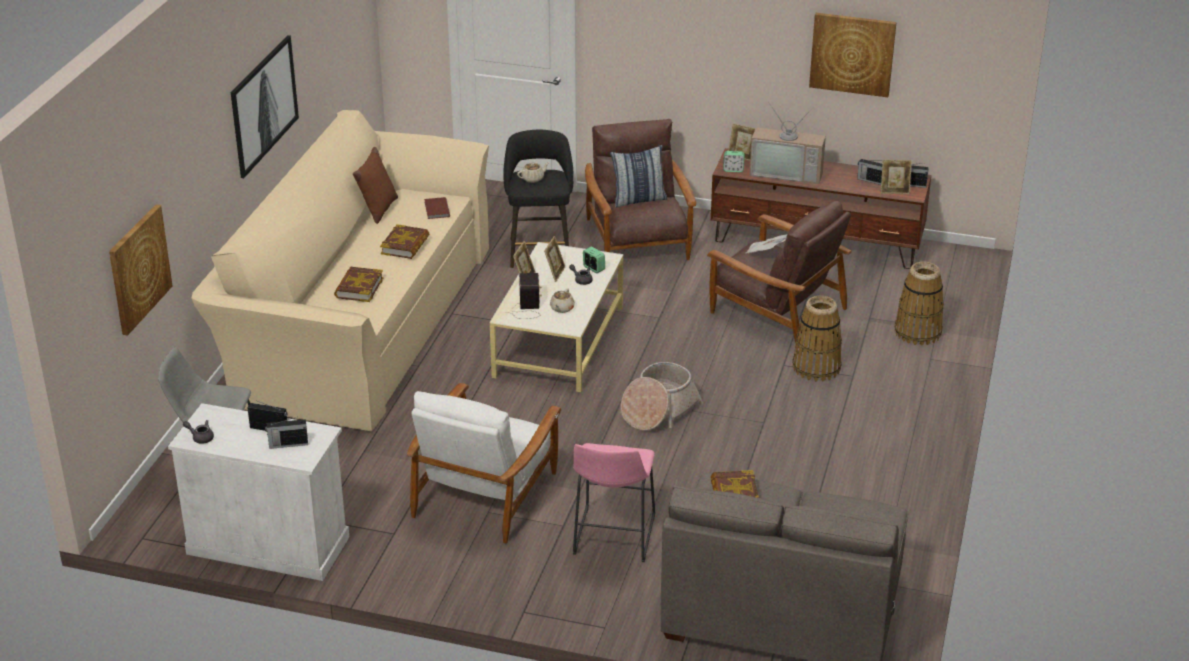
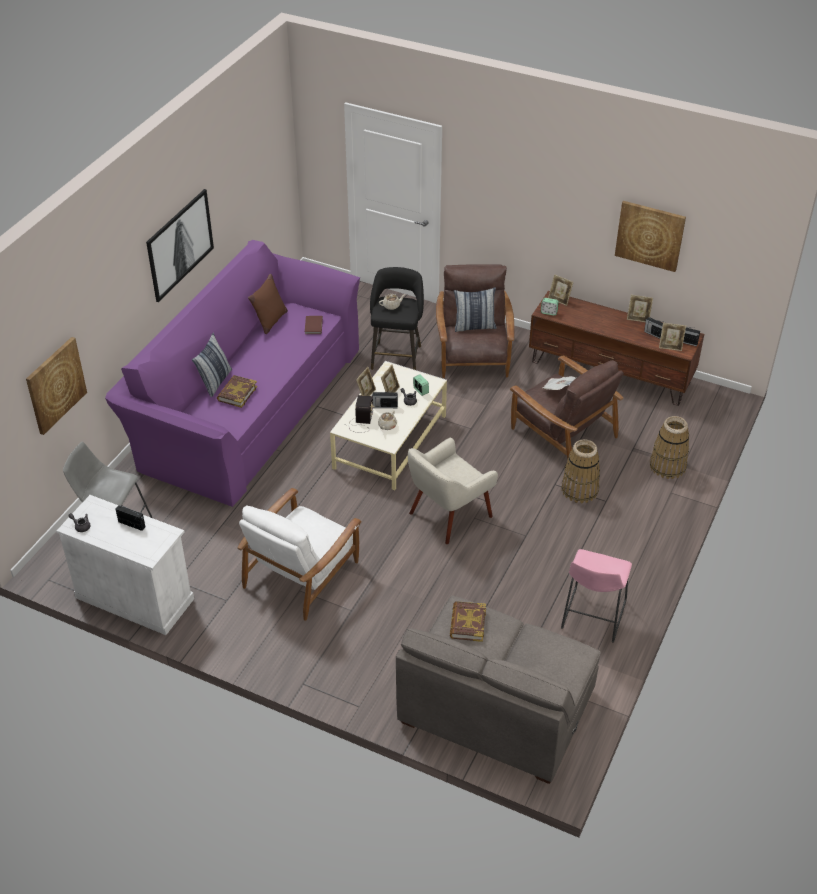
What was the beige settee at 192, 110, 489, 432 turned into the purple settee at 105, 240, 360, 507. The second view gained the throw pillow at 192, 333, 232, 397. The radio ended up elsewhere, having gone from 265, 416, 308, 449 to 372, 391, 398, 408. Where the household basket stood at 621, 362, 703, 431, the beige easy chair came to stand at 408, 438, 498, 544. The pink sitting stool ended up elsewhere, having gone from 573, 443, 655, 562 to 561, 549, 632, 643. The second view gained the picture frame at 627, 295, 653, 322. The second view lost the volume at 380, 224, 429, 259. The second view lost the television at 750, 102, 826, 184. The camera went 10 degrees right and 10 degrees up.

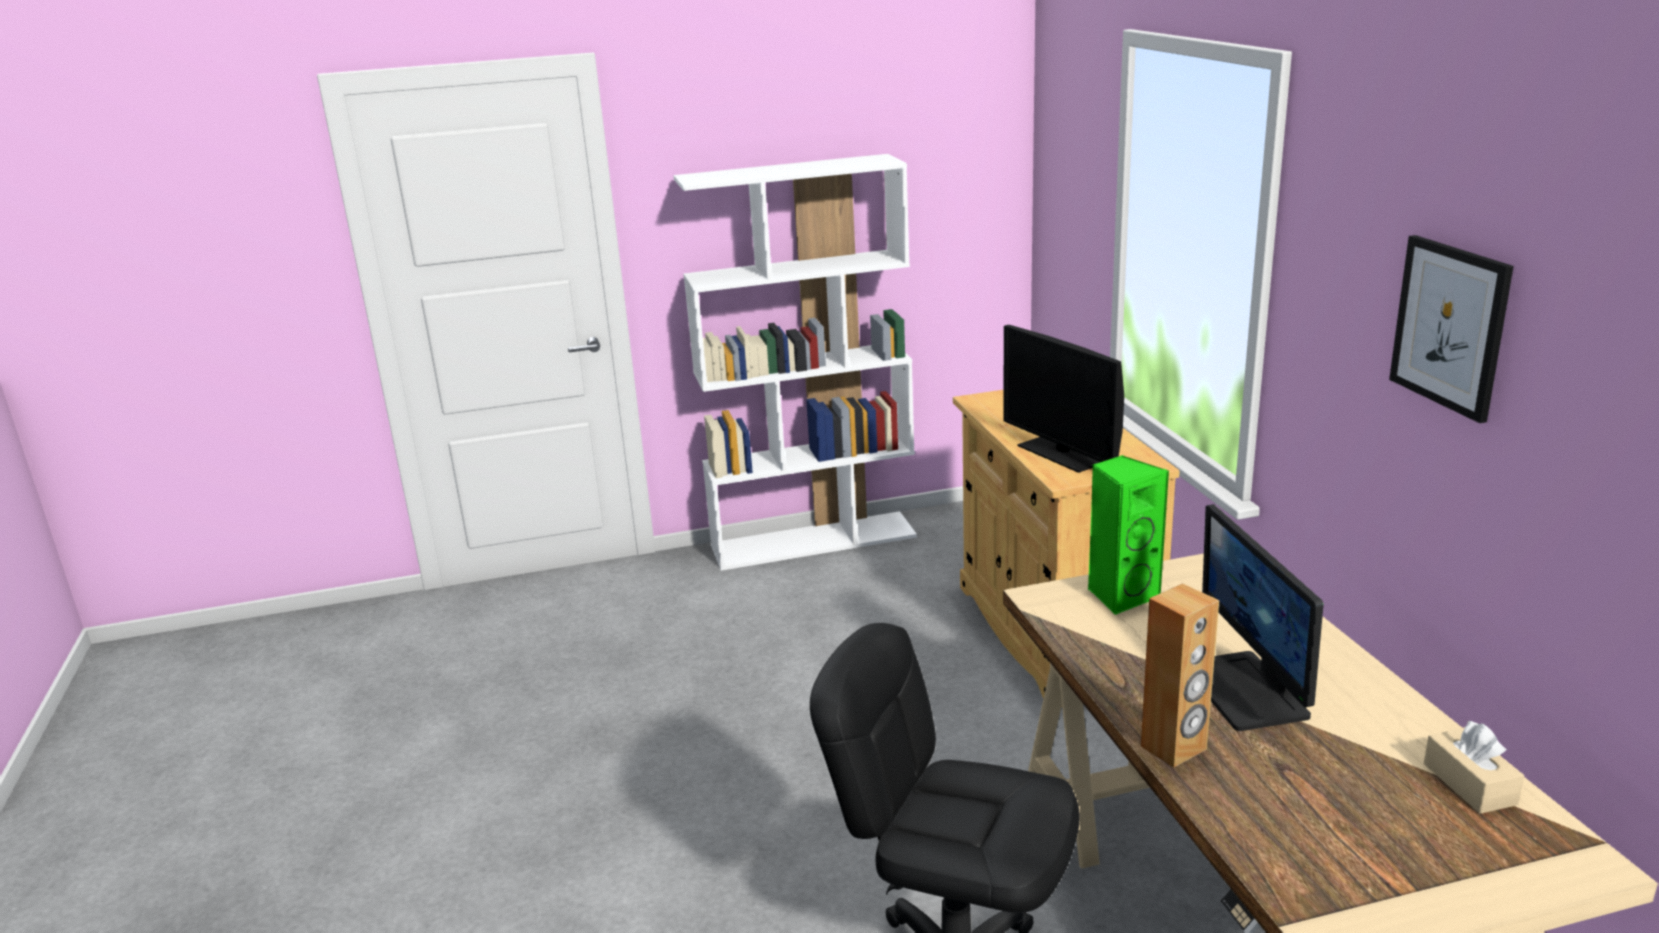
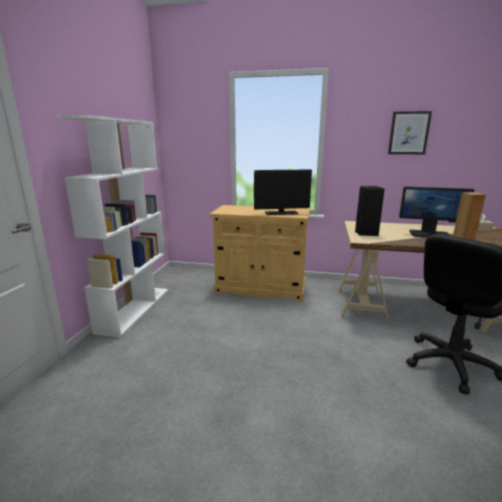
What was the greenish audio speaker at 1088, 455, 1169, 615 turned into the black audio speaker at 355, 186, 385, 236. The camera went 65 degrees left and 5 degrees down.

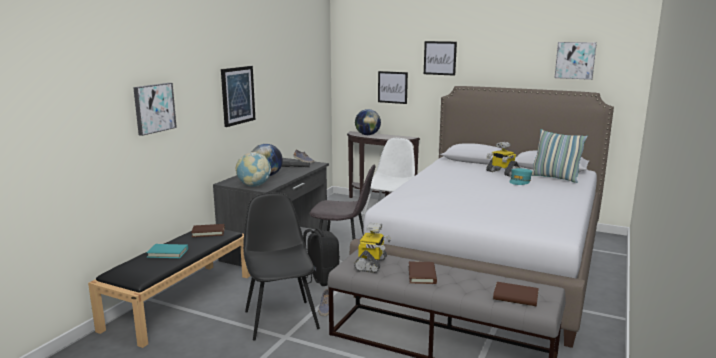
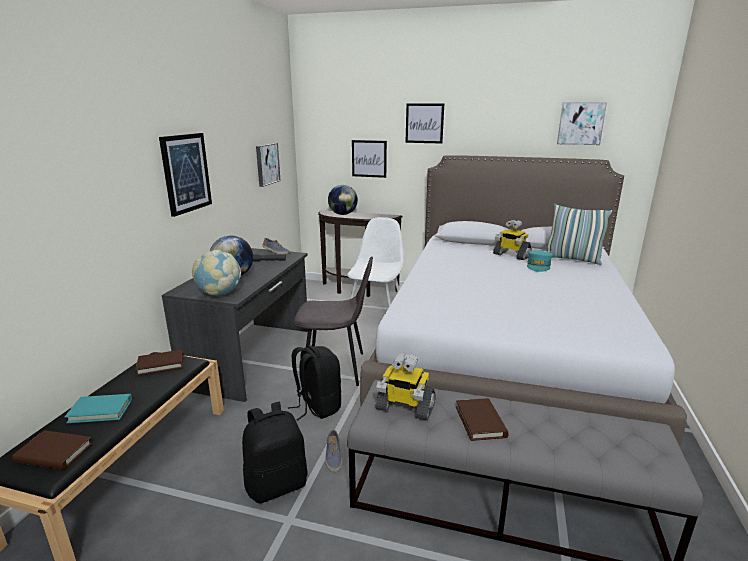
The brown-coloured volume ended up elsewhere, having gone from 493, 282, 539, 306 to 12, 430, 93, 470. Where the black upright chair stood at 243, 192, 320, 340, the black backpack came to stand at 242, 402, 308, 503. The wall art ended up elsewhere, having gone from 133, 83, 177, 136 to 256, 143, 281, 187. The robot figure at 354, 223, 391, 273 ended up facing another way, 105 degrees clockwise from before. The camera went 10 degrees left and 5 degrees up.

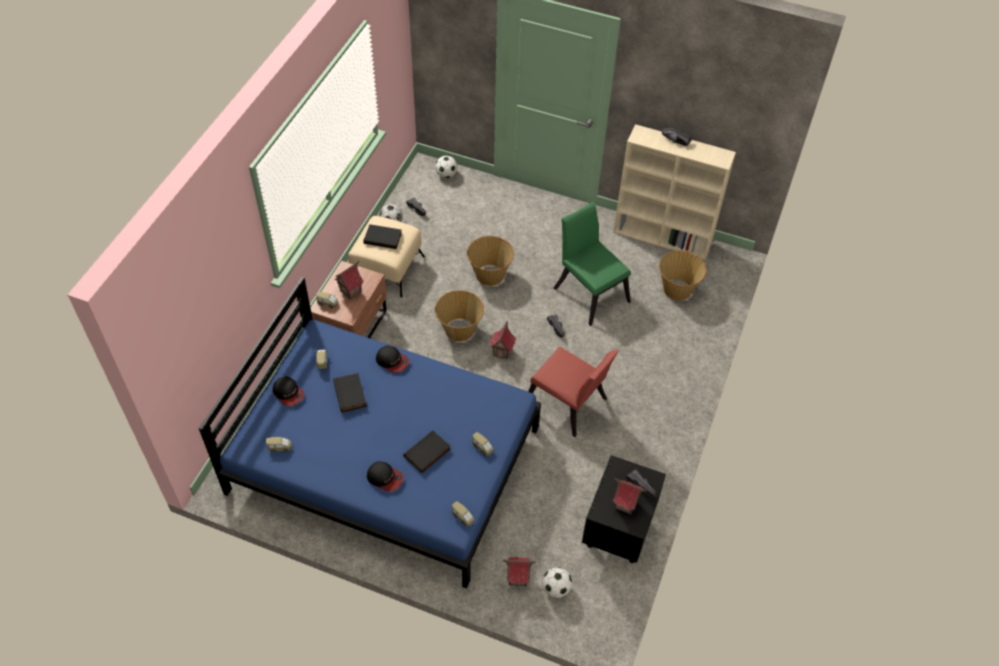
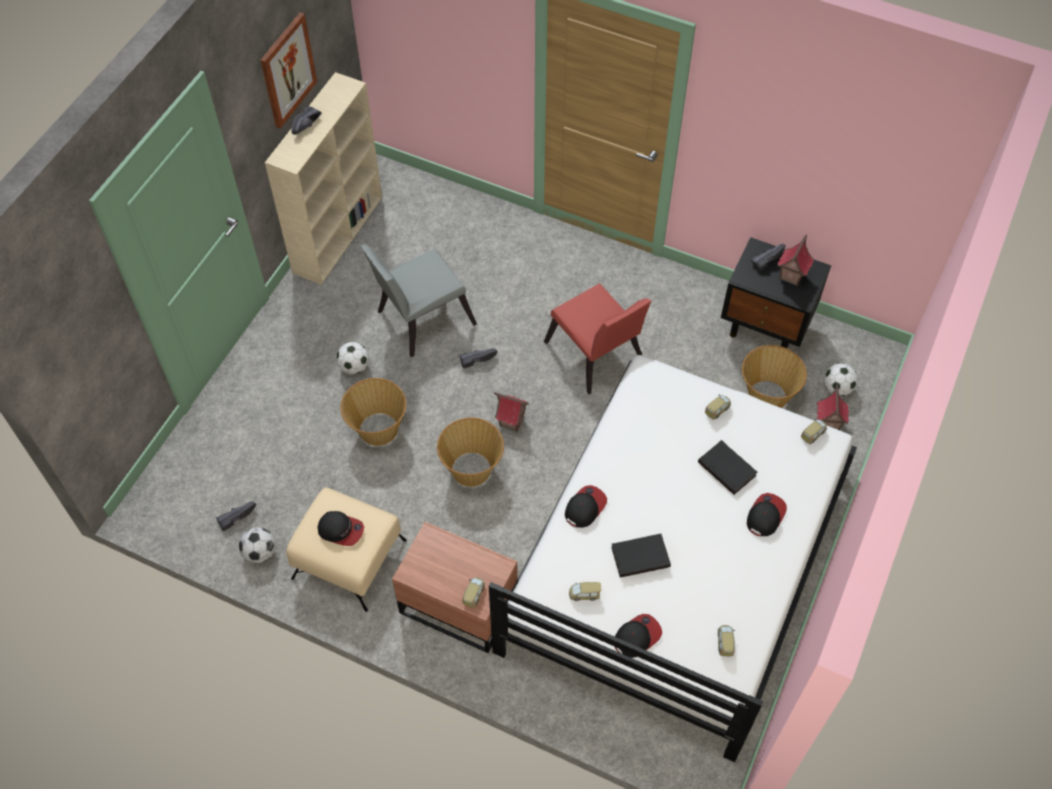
The second view gained the wall art at 260, 12, 317, 129. Where the black volume stood at 363, 224, 402, 249, the peaked cap came to stand at 318, 511, 364, 546. The football ball ended up elsewhere, having gone from 435, 156, 458, 178 to 336, 342, 369, 374. What was the greenish upright chair at 554, 202, 631, 326 turned into the grey upright chair at 360, 244, 477, 357. What was the blue-coloured sleeping bed at 199, 276, 541, 588 turned into the whitish sleeping bed at 489, 355, 857, 762. The reddish upright chair at 528, 347, 619, 437 ended up facing another way, 105 degrees clockwise from before. The household basket ended up elsewhere, having gone from 659, 250, 707, 301 to 742, 345, 807, 408. The second view lost the model house at 334, 261, 364, 300. The camera went 85 degrees left and 5 degrees up.

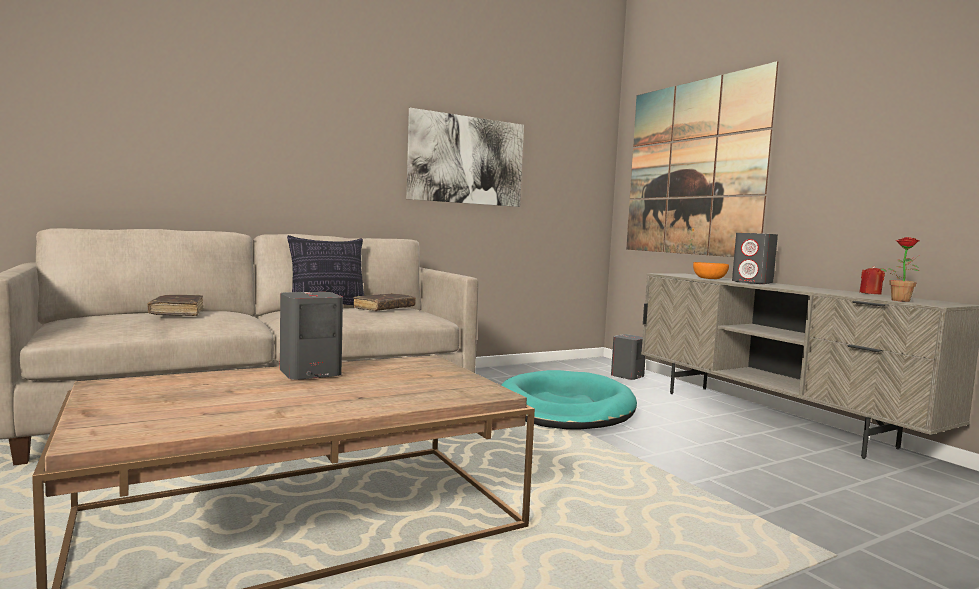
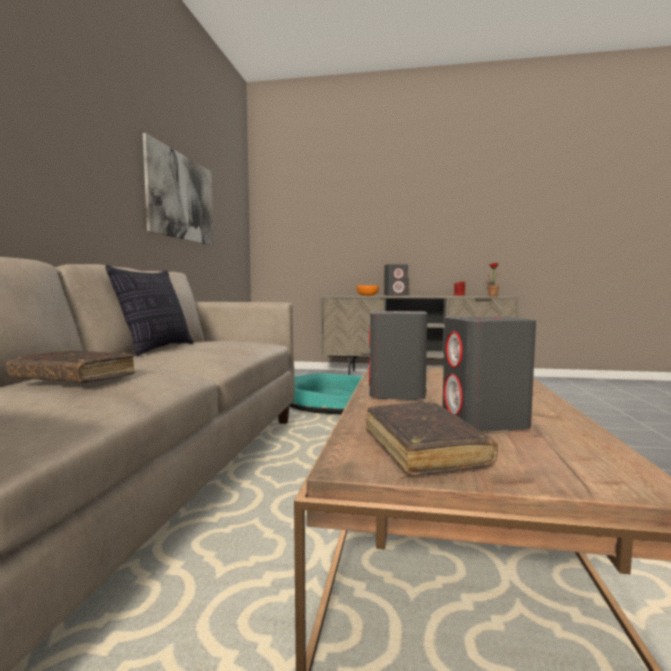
The brown-coloured volume ended up elsewhere, having gone from 353, 293, 416, 311 to 366, 402, 498, 476. The grey audio speaker ended up elsewhere, having gone from 611, 334, 646, 380 to 443, 316, 536, 432. The second view lost the wall art at 626, 61, 778, 257. The camera went 50 degrees left and 0 degrees up.

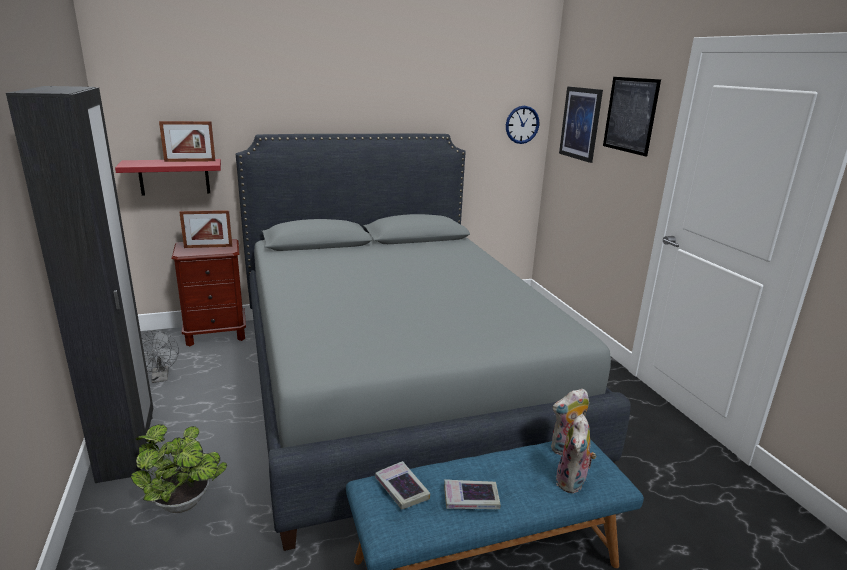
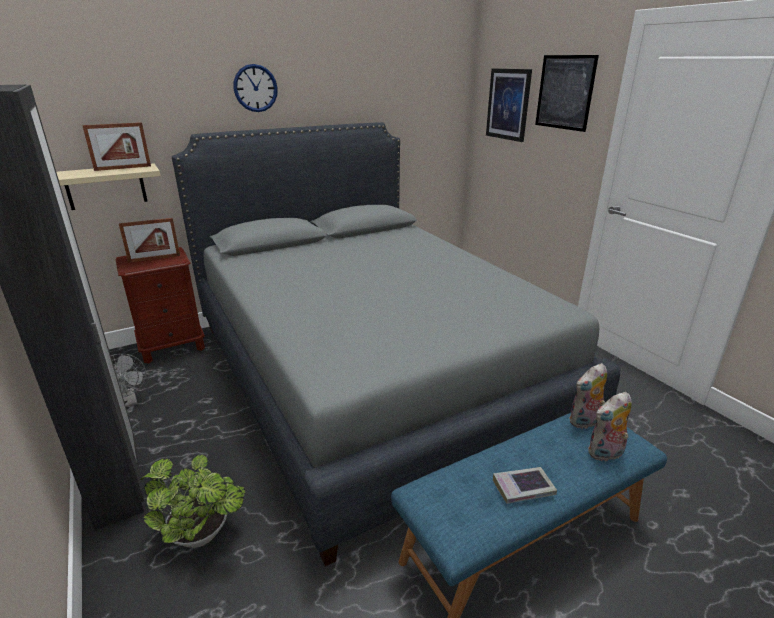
What was the reddish wall shelf at 115, 159, 221, 196 turned into the beige wall shelf at 56, 163, 161, 210. The hanging clock ended up elsewhere, having gone from 506, 106, 539, 144 to 233, 64, 278, 112. The plush toy at 556, 414, 596, 493 ended up facing another way, 60 degrees clockwise from before. The second view lost the volume at 375, 461, 430, 509. The camera went 10 degrees left and 5 degrees up.

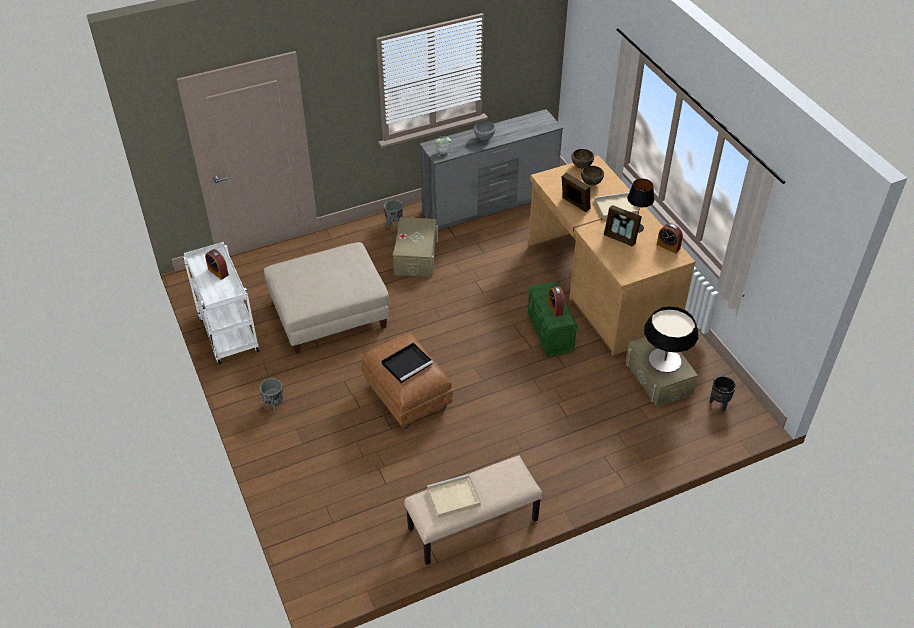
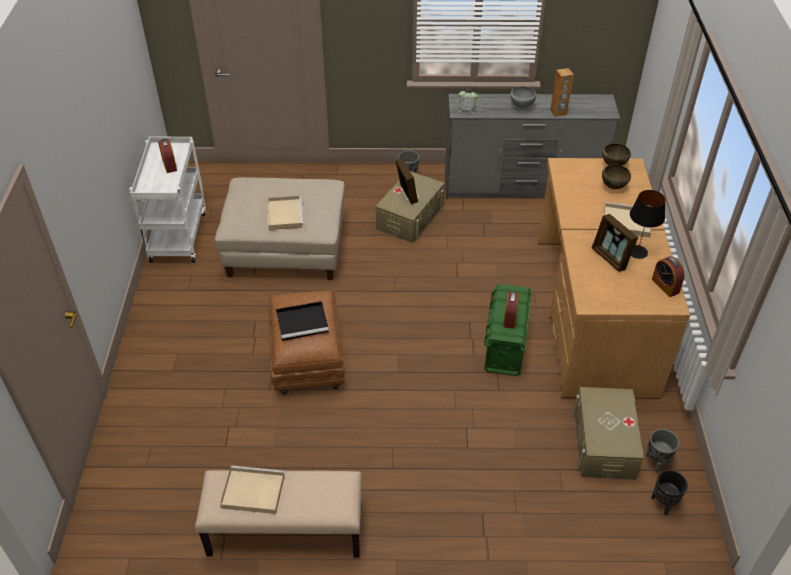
The second view gained the beige carrying tray at 268, 196, 304, 230. The picture frame ended up elsewhere, having gone from 561, 172, 590, 212 to 395, 158, 418, 204. The second view gained the brown-coloured audio speaker at 550, 68, 574, 117. The grey flower pot ended up elsewhere, having gone from 259, 378, 283, 413 to 646, 429, 680, 473. The second view lost the lamp for a table at 644, 306, 698, 373. The camera went 25 degrees right and 0 degrees up.

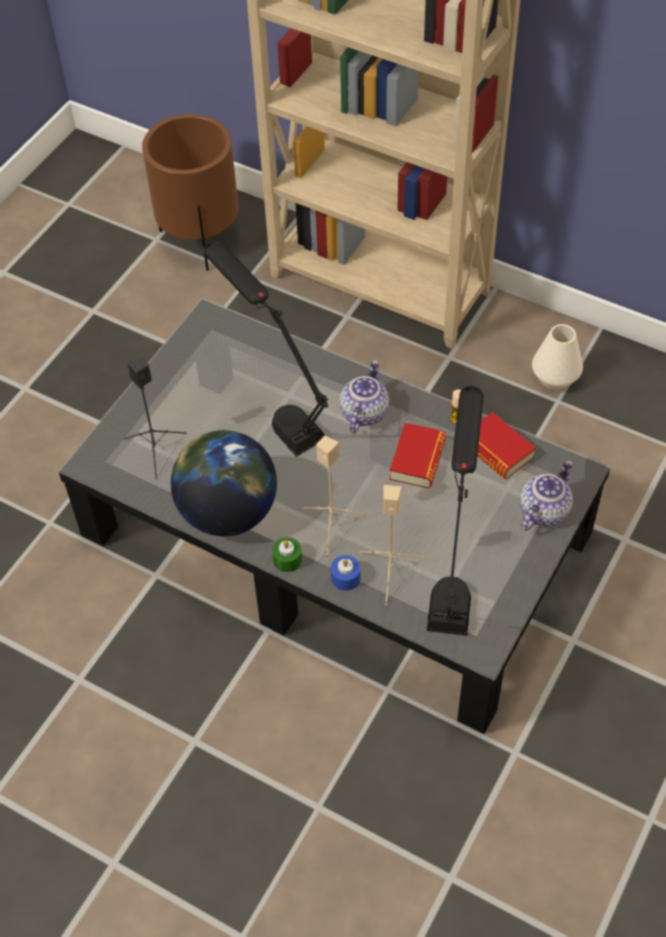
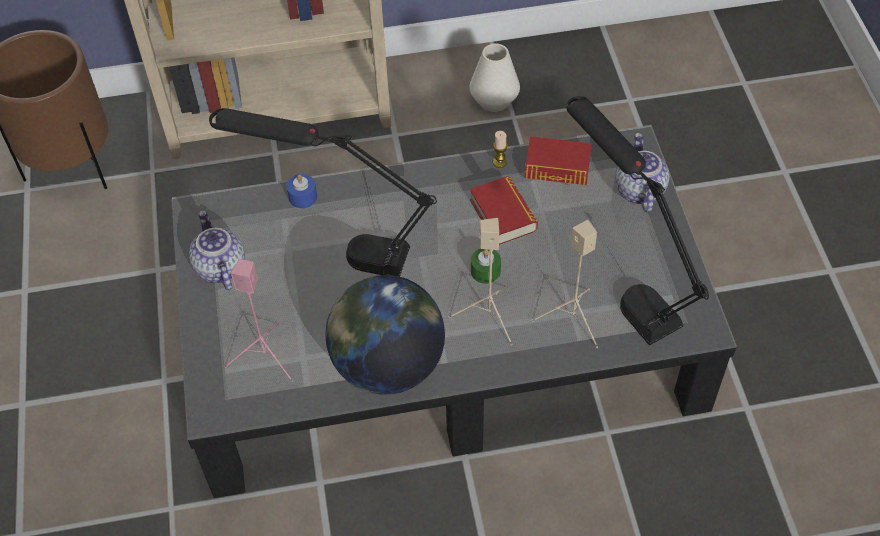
The tea pot ended up elsewhere, having gone from 340, 360, 389, 433 to 189, 210, 245, 291. What was the black audio speaker at 124, 357, 187, 479 turned into the pink audio speaker at 224, 259, 293, 382. The blue-coloured candle ended up elsewhere, having gone from 331, 555, 360, 591 to 287, 174, 317, 208. The greenish candle ended up elsewhere, having gone from 272, 537, 302, 572 to 471, 249, 501, 284. The camera went 40 degrees left and 0 degrees up.

